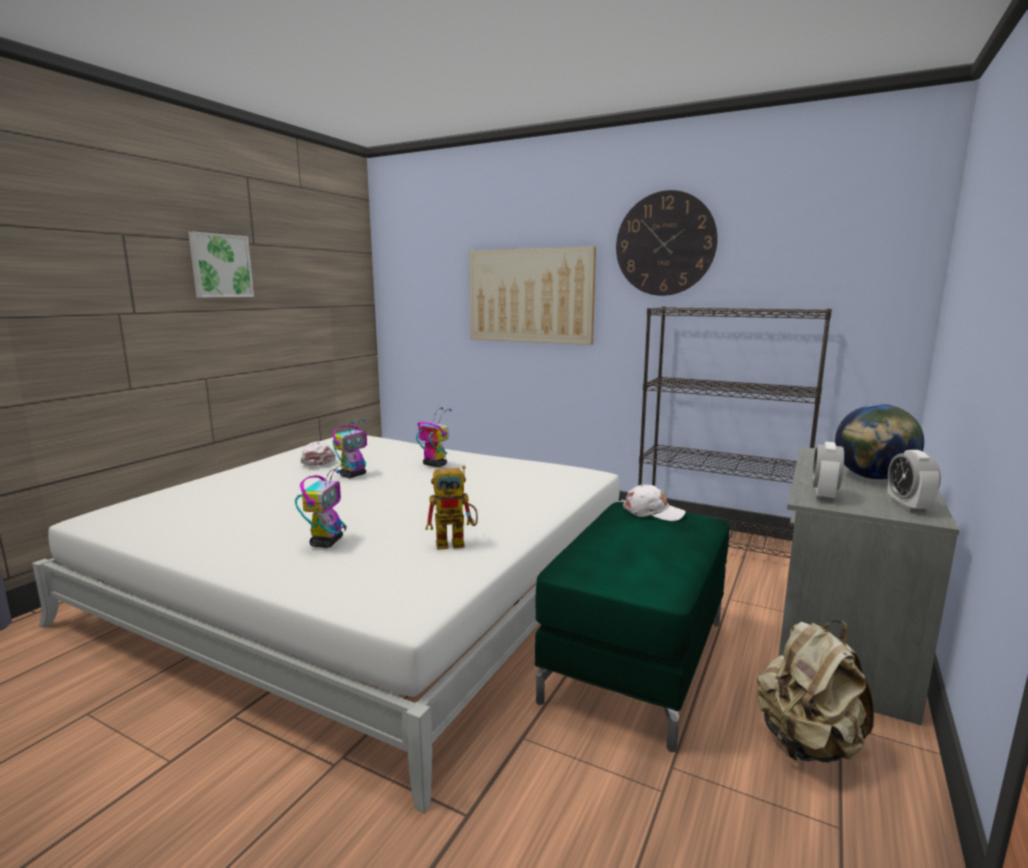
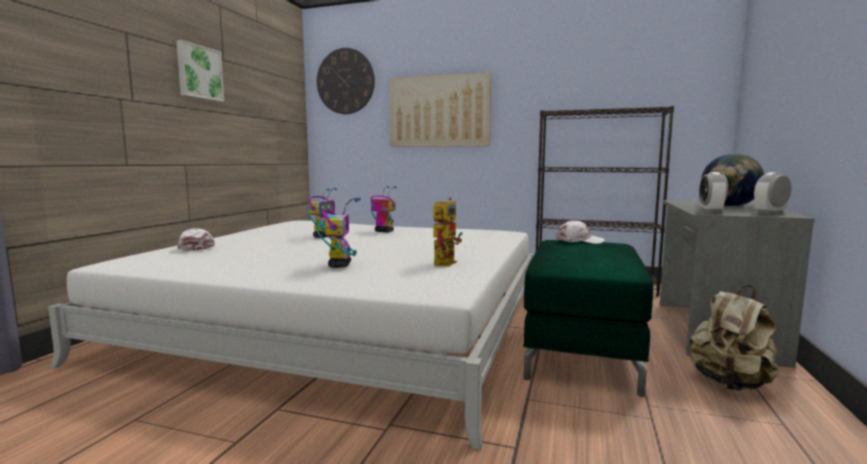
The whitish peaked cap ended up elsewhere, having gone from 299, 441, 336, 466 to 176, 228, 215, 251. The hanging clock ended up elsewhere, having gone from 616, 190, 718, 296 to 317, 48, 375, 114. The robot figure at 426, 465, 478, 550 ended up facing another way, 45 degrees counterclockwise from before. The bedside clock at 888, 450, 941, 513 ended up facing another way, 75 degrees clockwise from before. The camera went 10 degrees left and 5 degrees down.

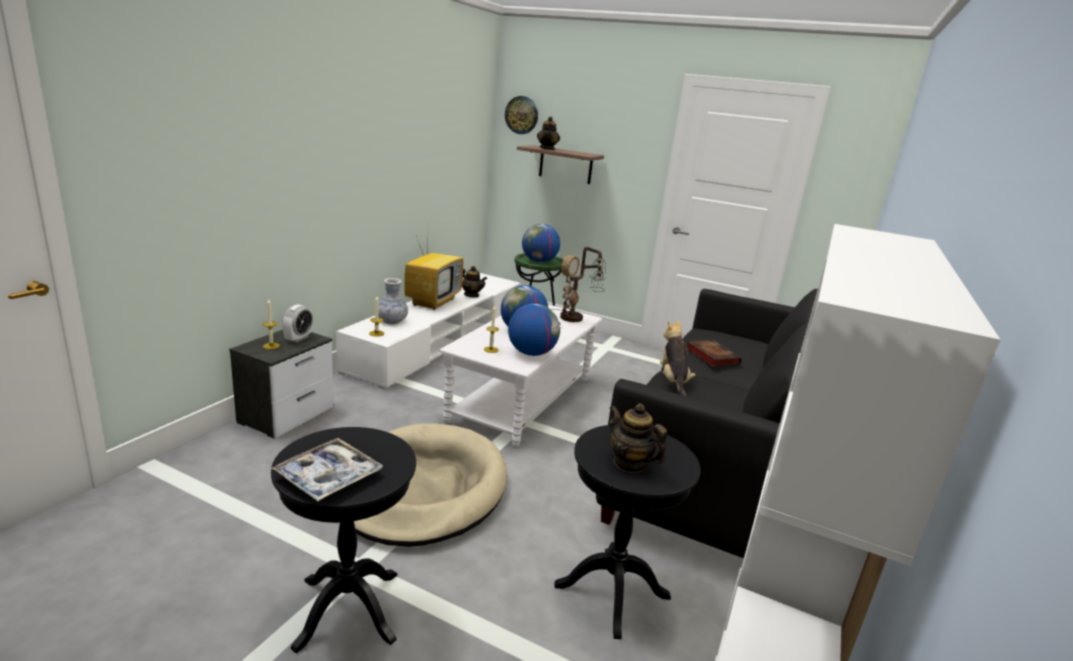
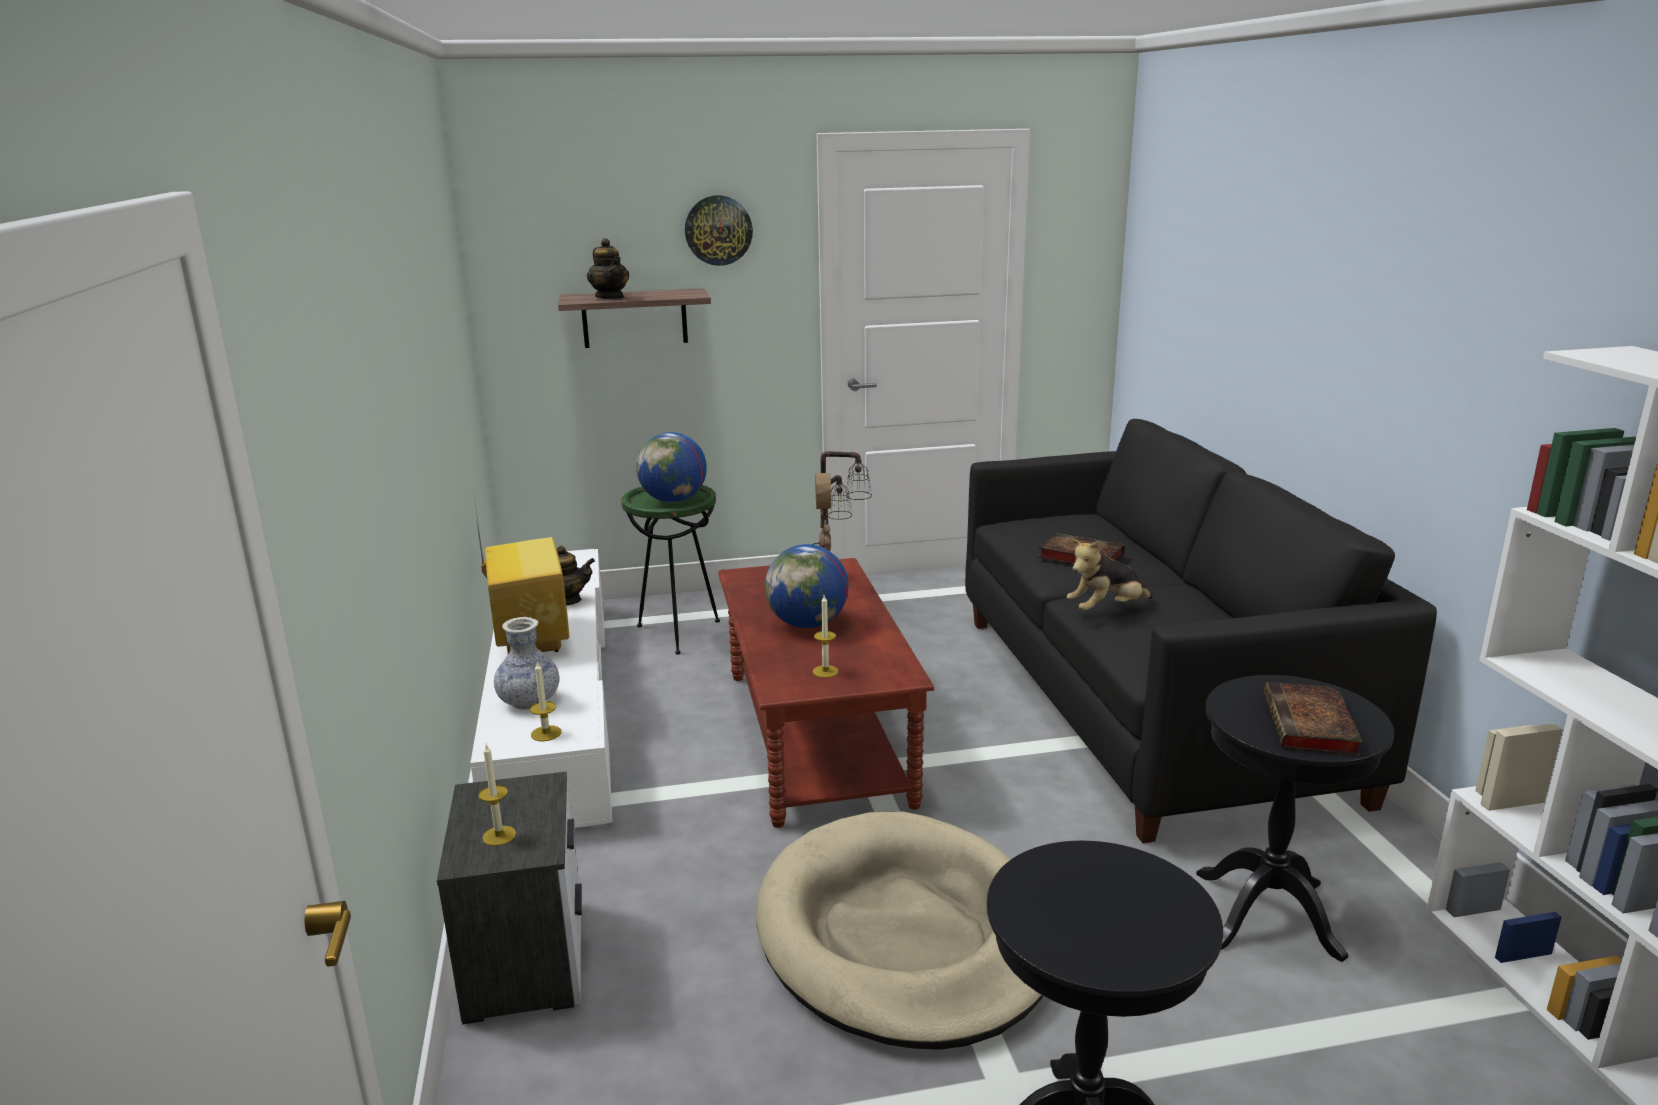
The hanging clock ended up elsewhere, having gone from 505, 96, 538, 134 to 685, 195, 753, 266. What was the whitish low table at 439, 304, 602, 448 turned into the brown-coloured low table at 718, 558, 934, 828. The plush toy at 660, 320, 695, 397 ended up facing another way, 75 degrees counterclockwise from before. Where the tea pot stood at 610, 403, 667, 473, the volume came to stand at 1264, 682, 1363, 756. The second view lost the carrying tray at 271, 438, 383, 501. The second view lost the bedside clock at 282, 304, 313, 343. The second view lost the globe at 508, 304, 560, 356. The camera went 35 degrees left and 0 degrees up.

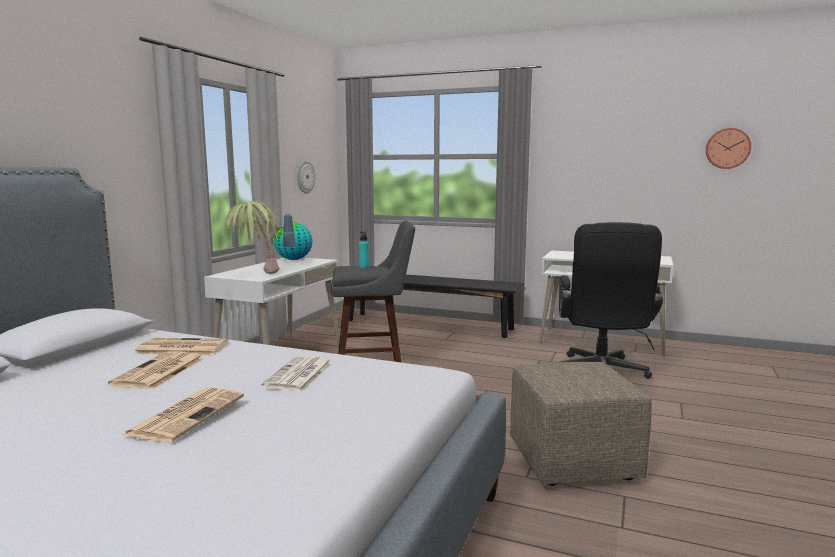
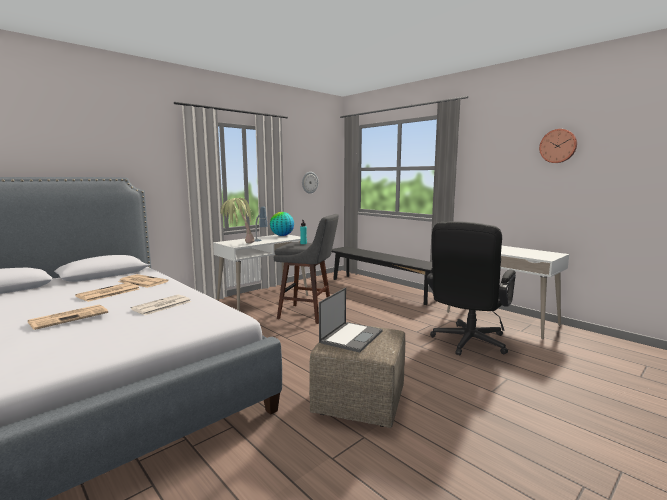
The second view gained the laptop at 319, 288, 383, 353. The hanging clock ended up elsewhere, having gone from 706, 128, 751, 169 to 539, 129, 577, 163. The camera went 25 degrees right and 0 degrees up.

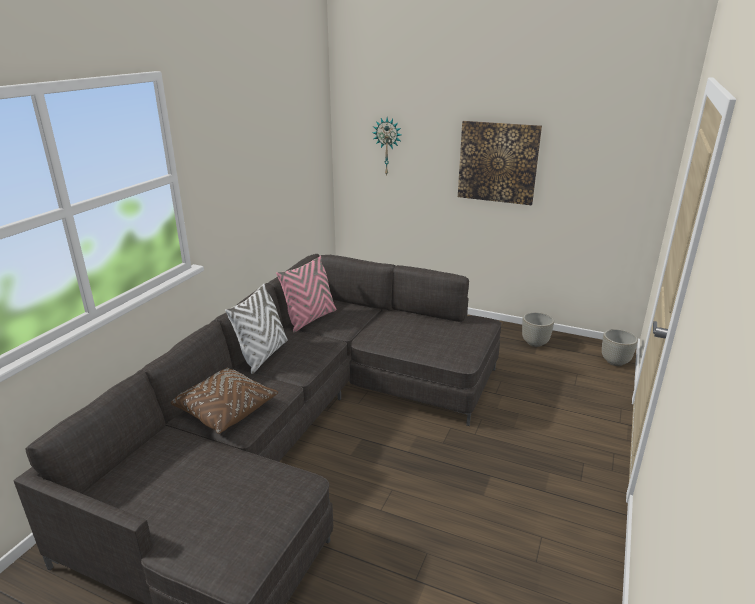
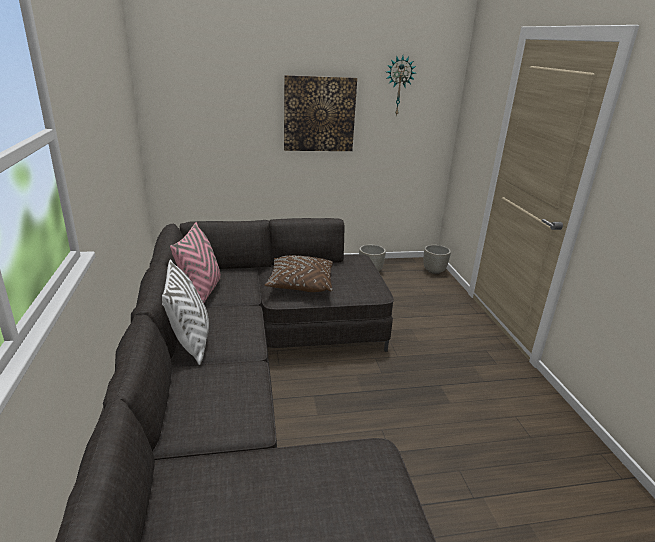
The brown-coloured throw pillow ended up elsewhere, having gone from 171, 367, 278, 434 to 265, 255, 333, 292. The hanging clock ended up elsewhere, having gone from 372, 117, 401, 176 to 386, 56, 416, 116. The camera went 35 degrees left and 0 degrees up.

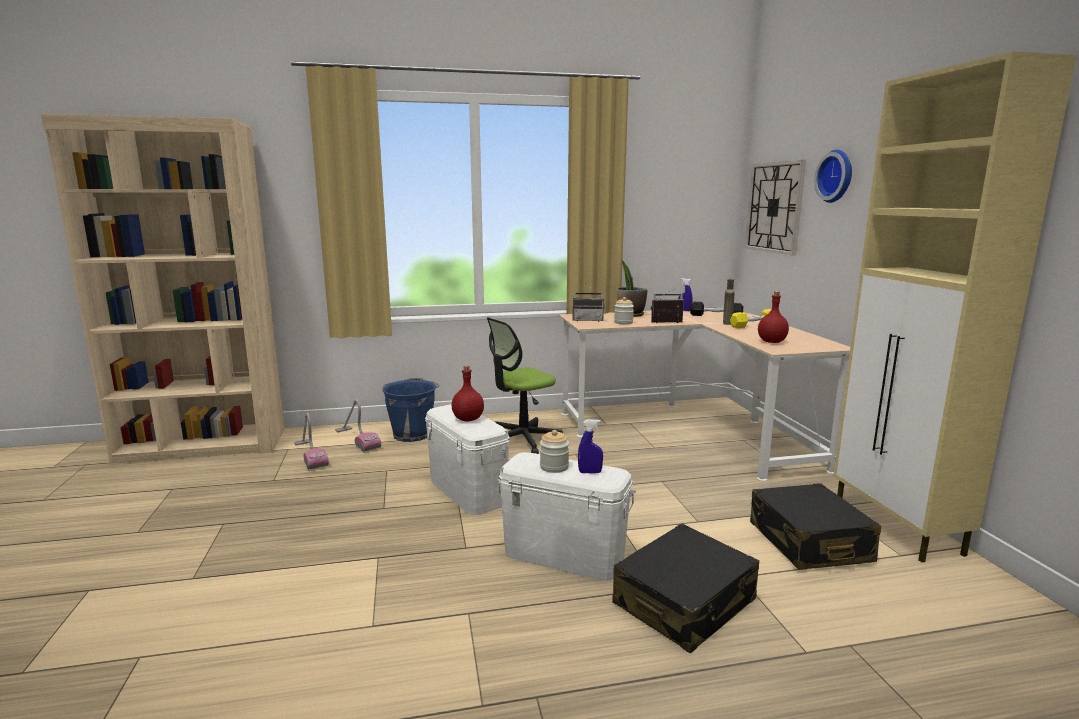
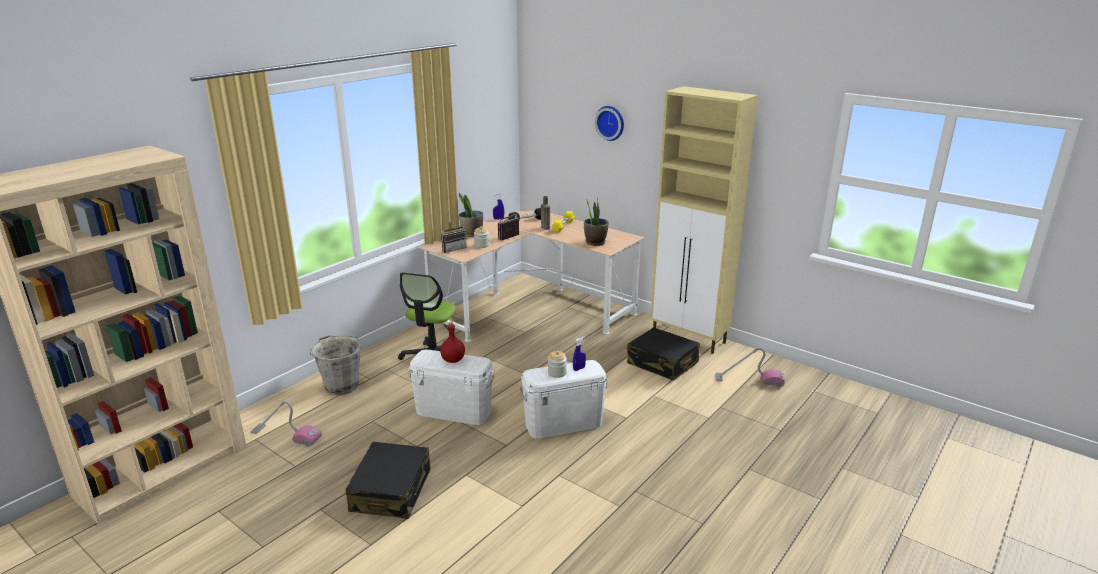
What was the blue-coloured bucket at 382, 378, 440, 442 turned into the grey bucket at 310, 335, 361, 395. The black piece of luggage ended up elsewhere, having gone from 612, 523, 759, 653 to 345, 442, 431, 519. Where the reddish beverage bottle stood at 758, 291, 789, 343, the houseplant came to stand at 584, 198, 609, 246. The vacuum cleaner ended up elsewhere, having gone from 335, 399, 381, 452 to 716, 347, 785, 387. The second view lost the hanging clock at 745, 160, 806, 255. The camera went 40 degrees left and 10 degrees up.

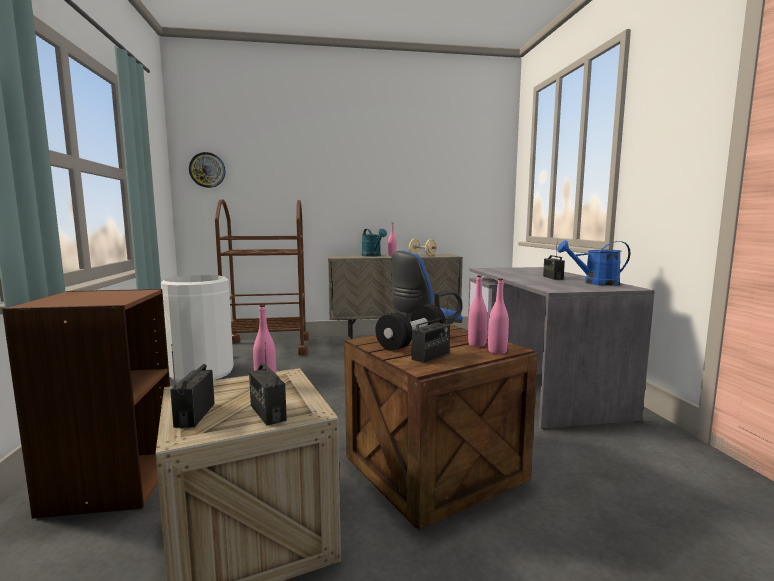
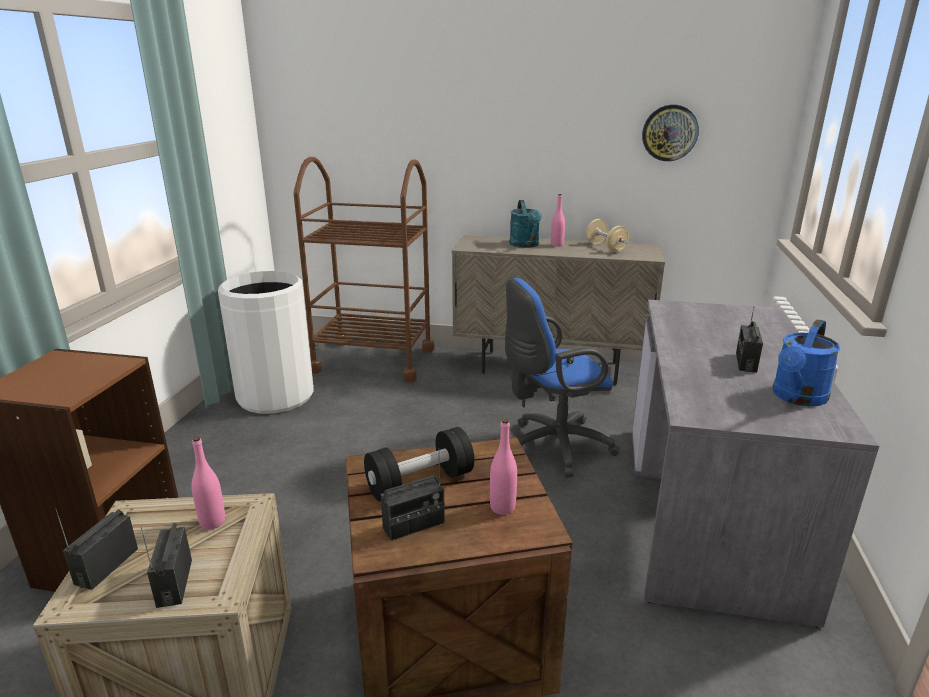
The hanging clock ended up elsewhere, having gone from 189, 152, 226, 188 to 642, 105, 699, 161. The blue-coloured sprinkling can at 558, 240, 630, 286 ended up facing another way, 75 degrees counterclockwise from before. The second view lost the pink beverage bottle at 488, 278, 509, 354. The camera went 20 degrees right and 15 degrees up.

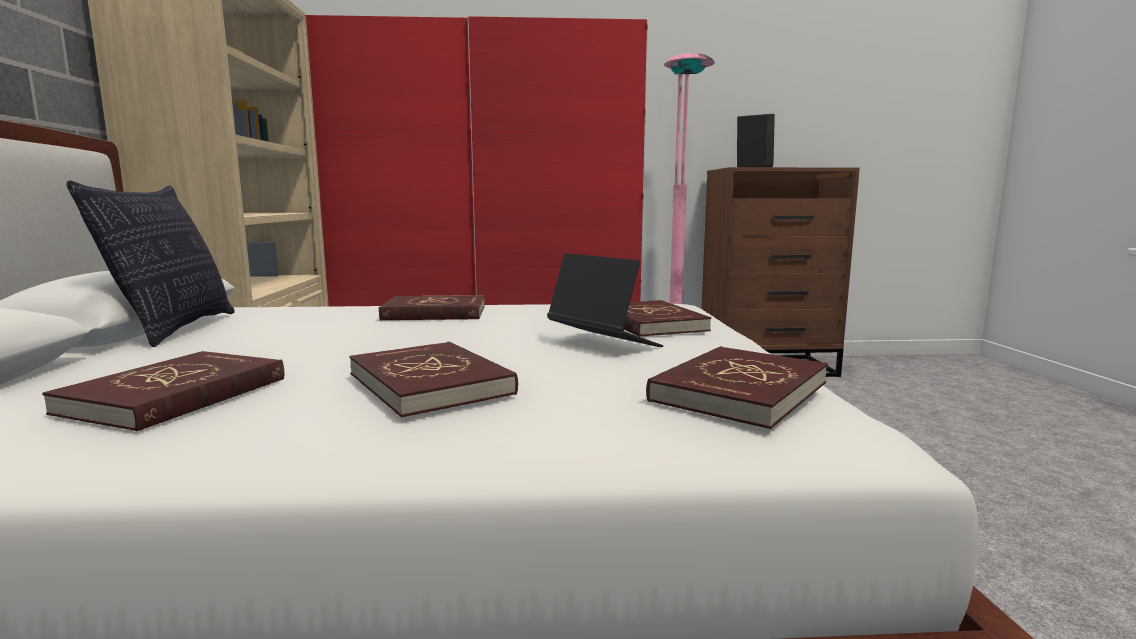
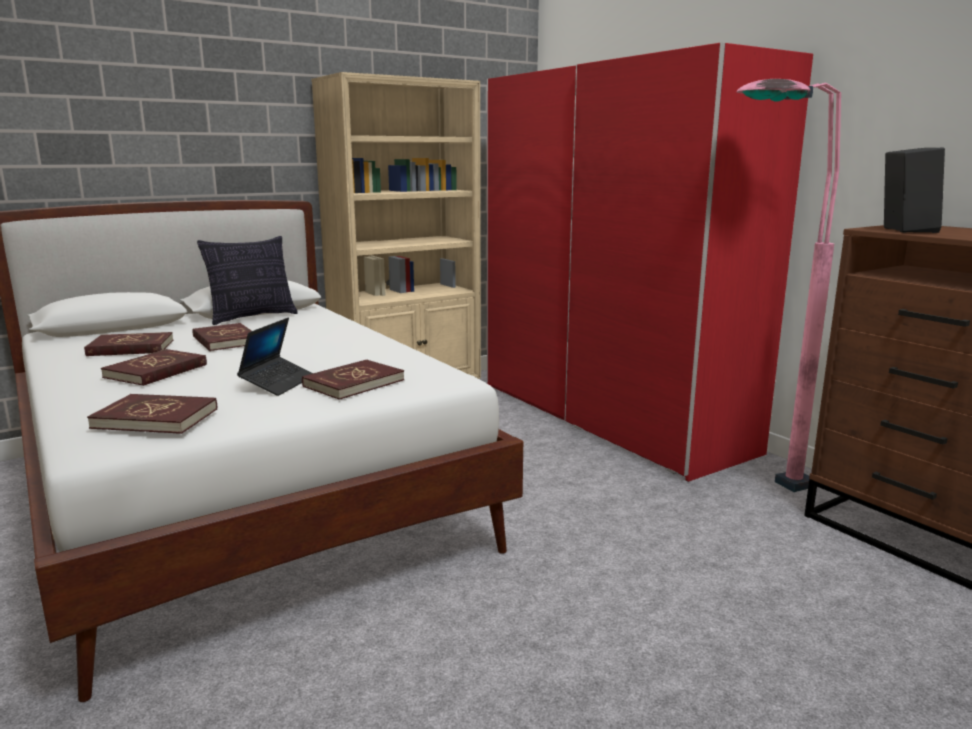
The reddish volume ended up elsewhere, having gone from 379, 295, 485, 320 to 192, 323, 252, 351. The camera went 60 degrees right and 5 degrees up.

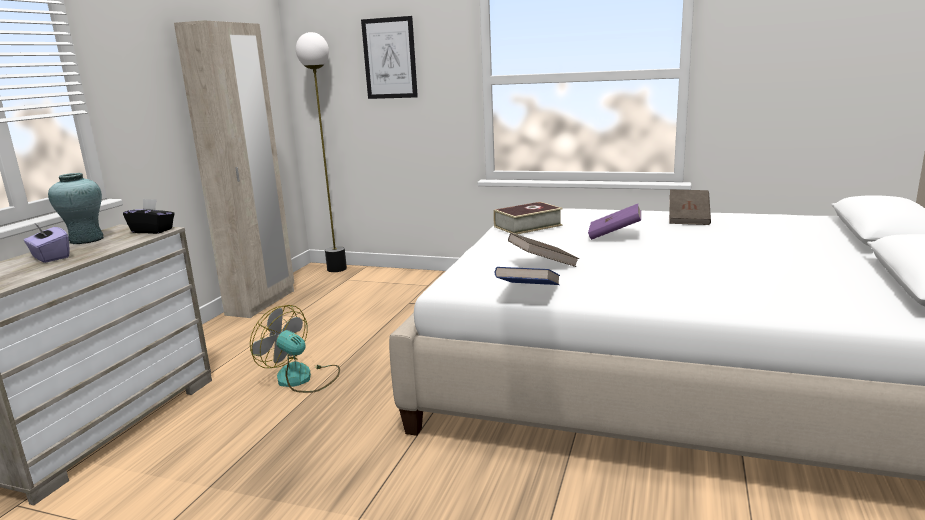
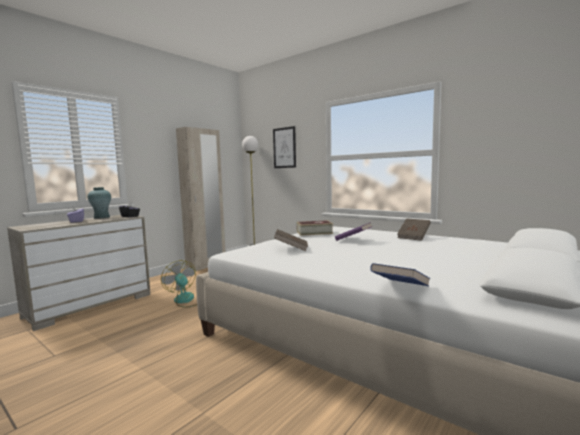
The blue-coloured volume ended up elsewhere, having gone from 495, 267, 560, 285 to 370, 263, 430, 286. The camera went 20 degrees right and 10 degrees down.

